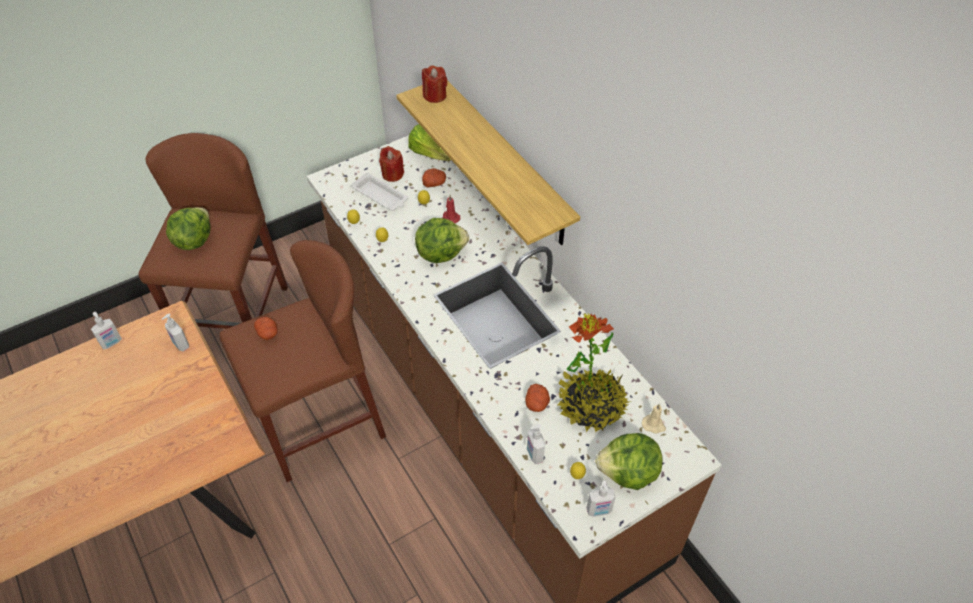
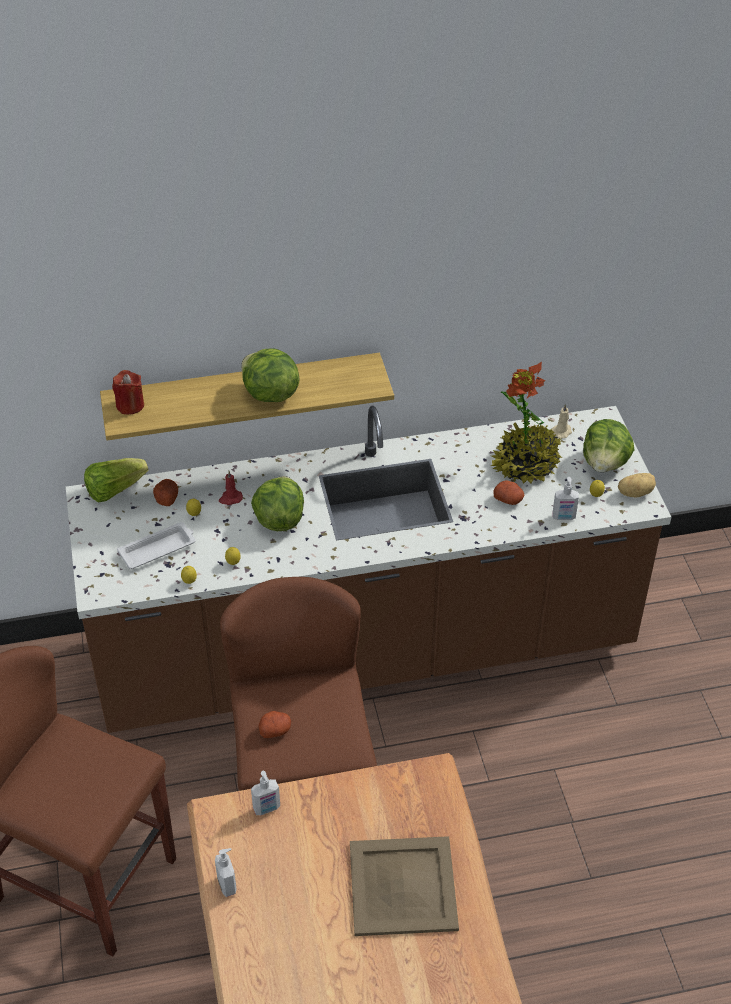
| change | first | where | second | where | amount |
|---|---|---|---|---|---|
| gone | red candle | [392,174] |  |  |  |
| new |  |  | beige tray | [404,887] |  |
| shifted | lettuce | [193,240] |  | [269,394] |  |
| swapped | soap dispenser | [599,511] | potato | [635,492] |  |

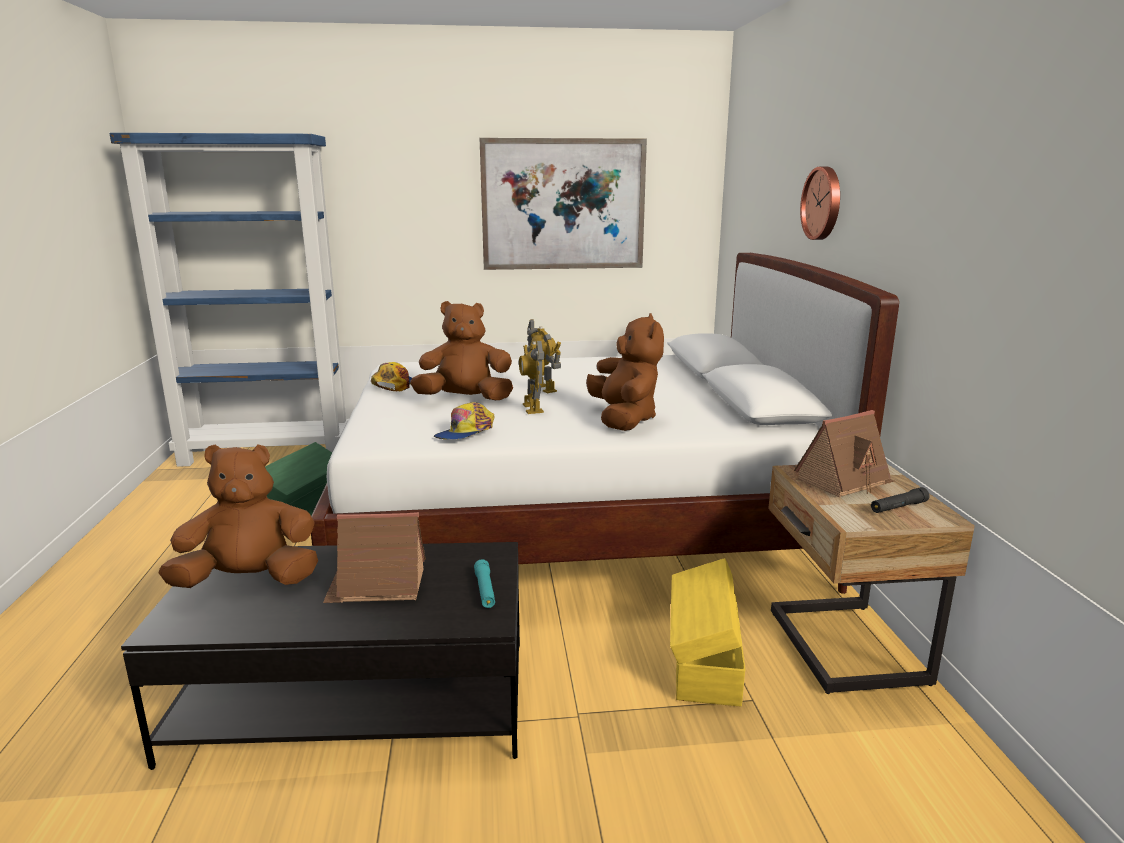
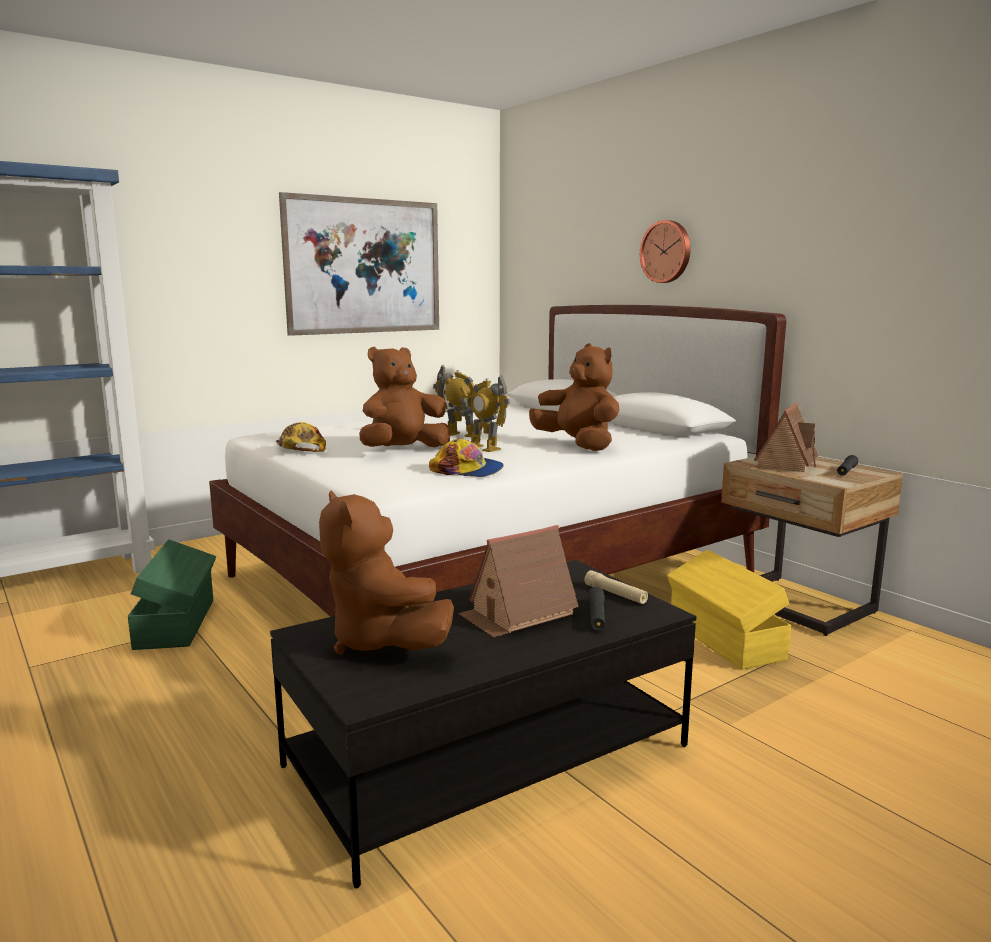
| change | first | where | second | where | amount |
|---|---|---|---|---|---|
| new |  |  | black flashlight | [596,616] |  |
| repainted | turquoise flashlight | [485,590] | beige flashlight | [615,594] |  |
| rotated | brown plush toy | [250,580] |  | [382,641] | 75 degrees counterclockwise |
| rotated | cap | [465,433] |  | [467,470] | 75 degrees counterclockwise |

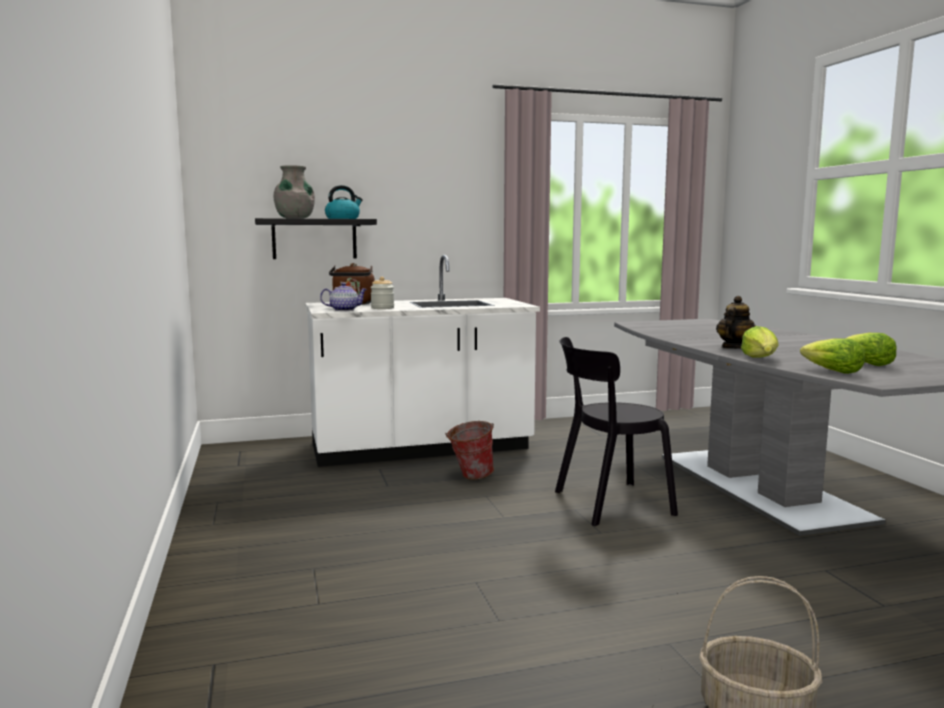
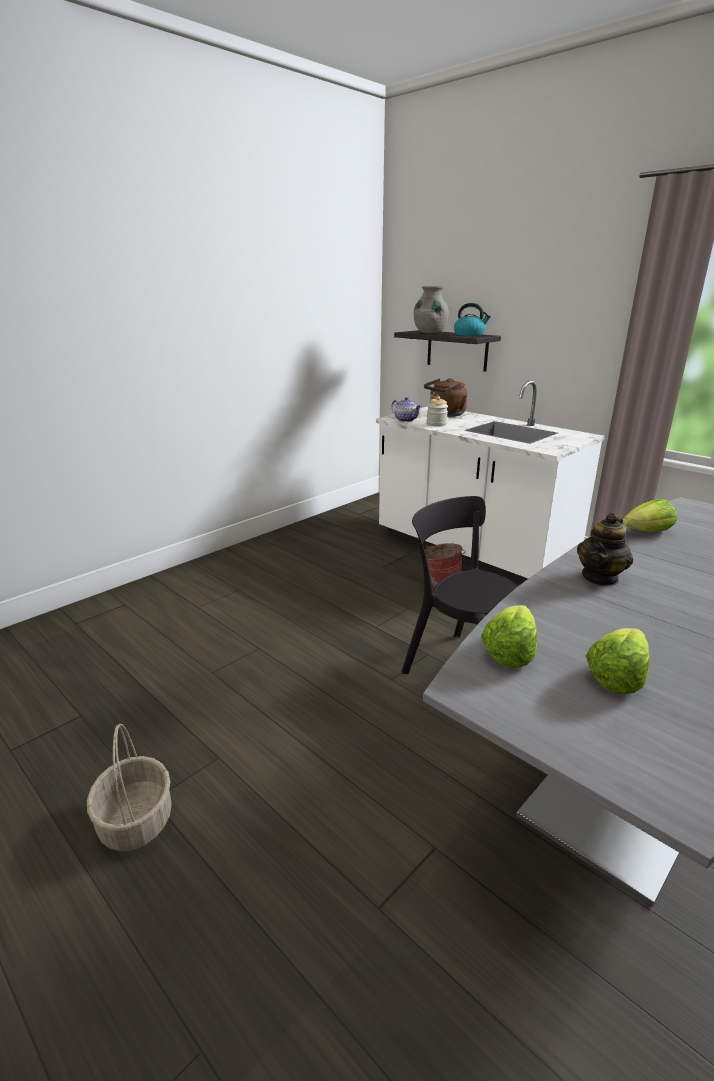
| change | first | where | second | where | amount |
|---|---|---|---|---|---|
| shifted | lettuce | [761,358] |  | [647,532] |  |
| rotated | teapot | [734,348] |  | [600,578] | 120 degrees clockwise |

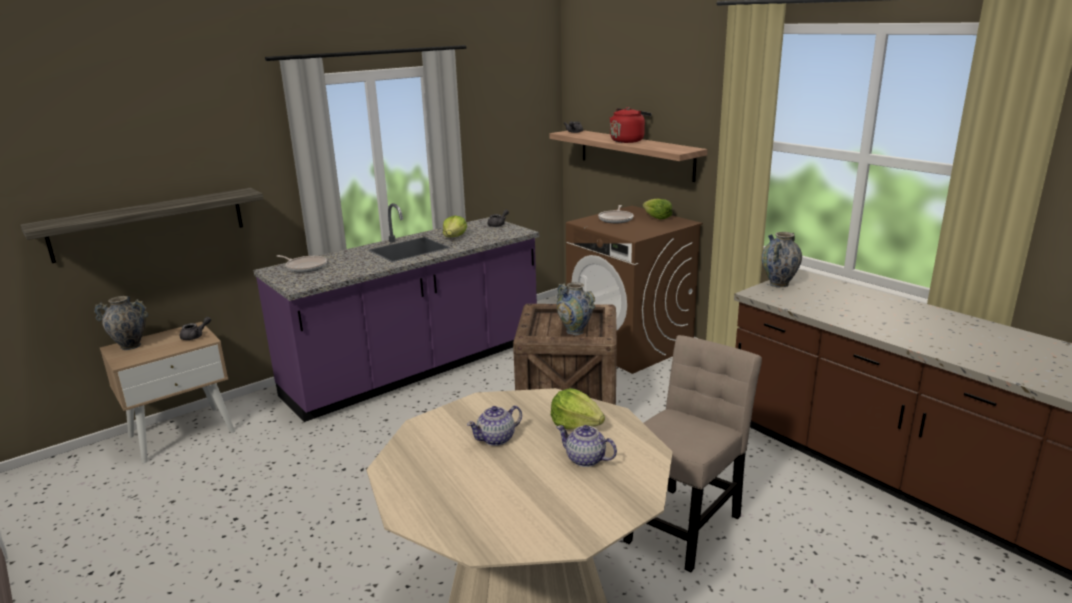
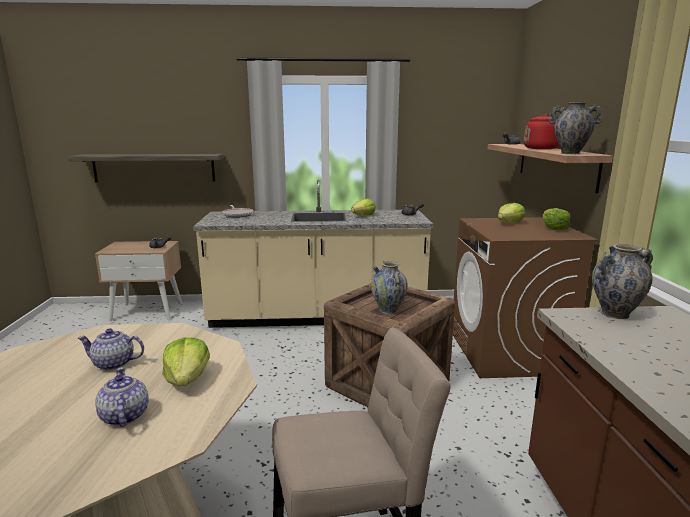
| change | first | where | second | where | amount |
|---|---|---|---|---|---|
| shifted | vase | [130,346] |  | [570,153] |  |
| swapped | frying pan | [616,219] | lettuce | [509,223] |  |
| repainted | purple counter | [416,369] | beige counter | [317,317] |  |

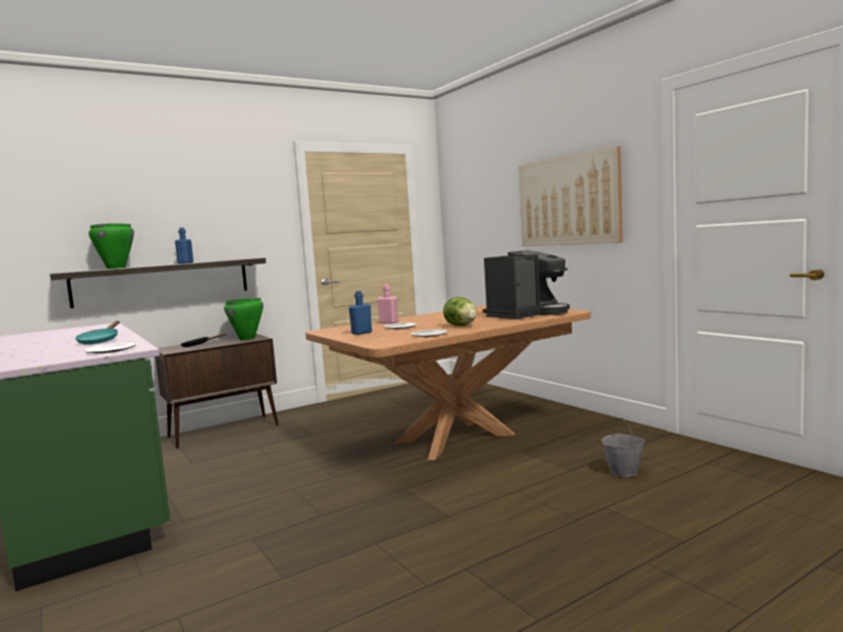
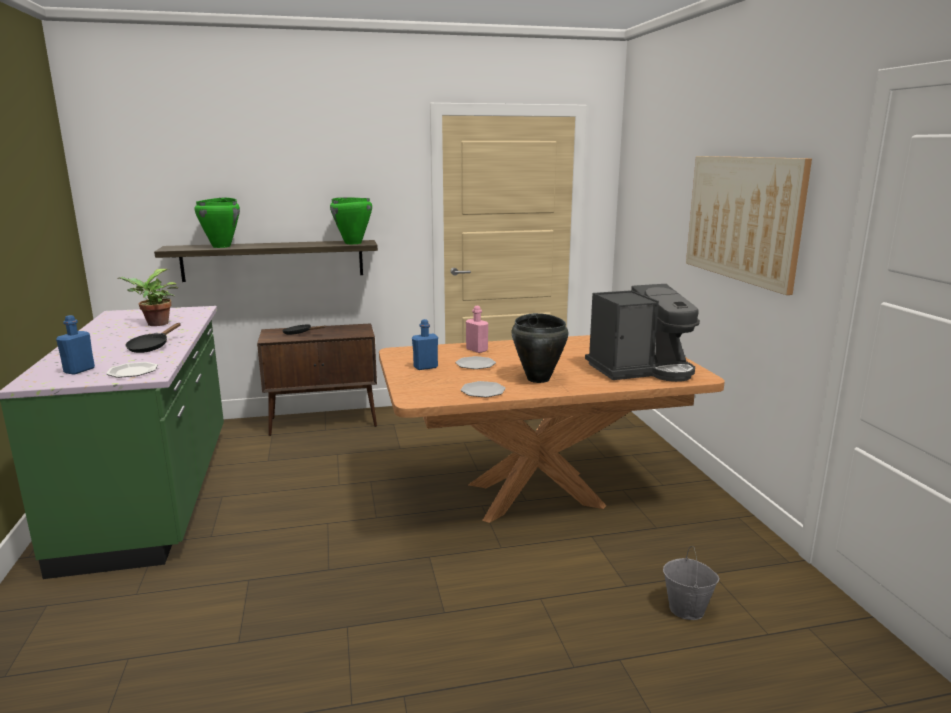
| change | first | where | second | where | amount |
|---|---|---|---|---|---|
| new |  |  | potted plant | [155,324] |  |
| shifted | blue bottle | [185,263] |  | [79,370] |  |
| shifted | green cooking pot | [247,339] |  | [353,243] |  |
| swapped | lettuce | [461,326] | black cooking pot | [538,379] |  |
| repainted | turquoise frying pan | [100,341] | black frying pan | [151,347] |  |

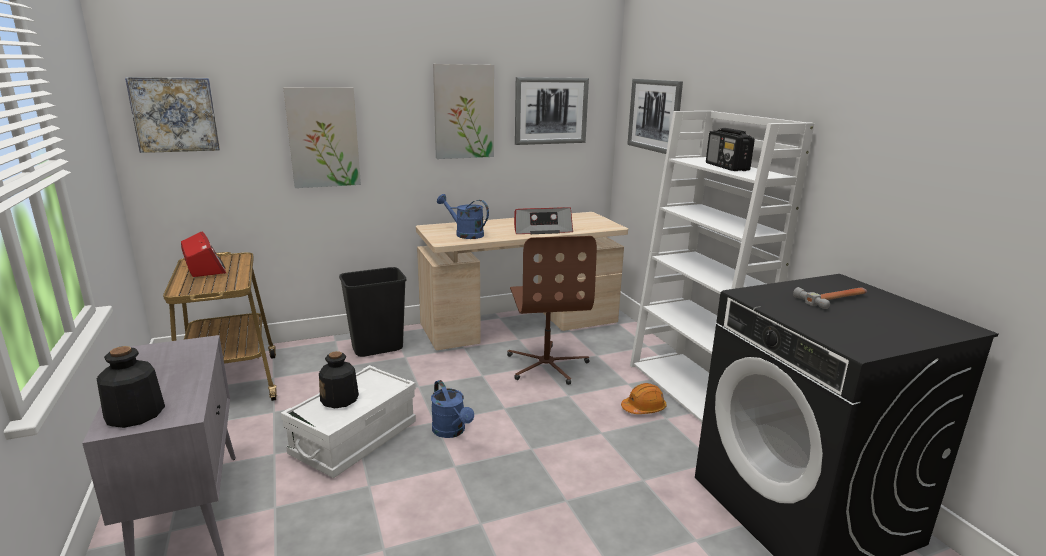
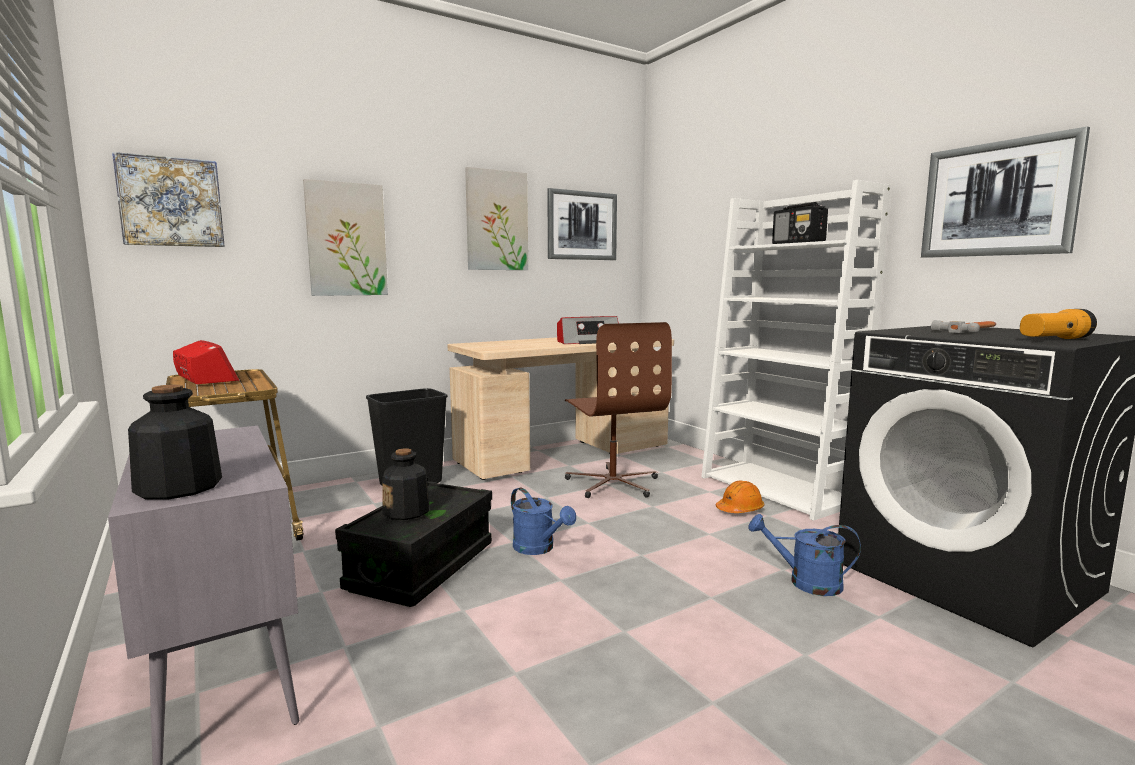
| change | first | where | second | where | amount |
|---|---|---|---|---|---|
| new |  |  | flashlight | [1054,339] |  |
| shifted | blue watering can | [465,234] |  | [805,582] |  |
| shifted | picture | [654,115] |  | [997,199] |  |
| repainted | white storage box | [355,439] | black storage box | [422,567] |  |

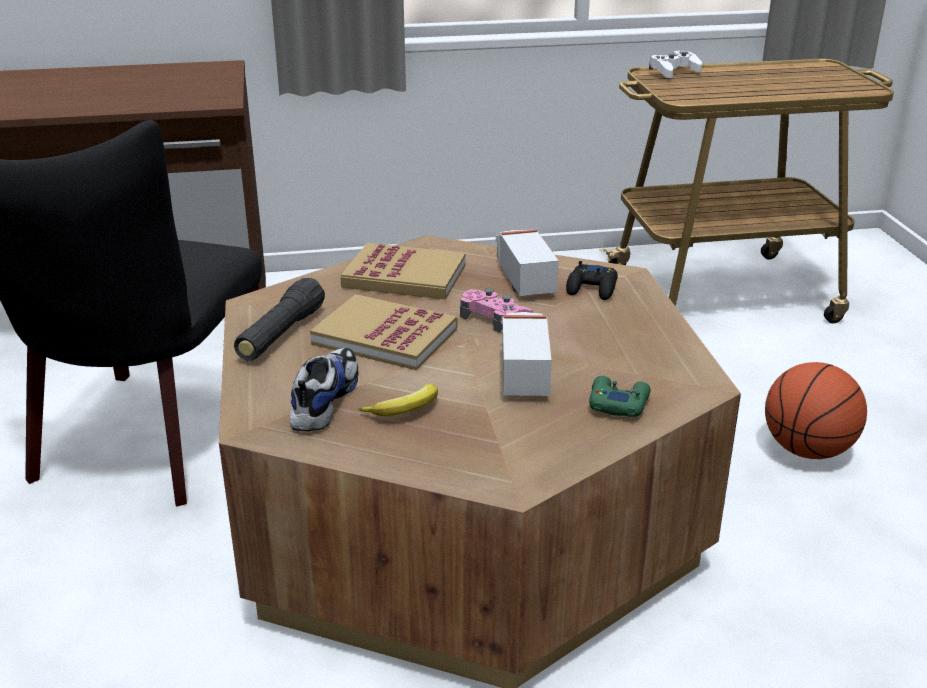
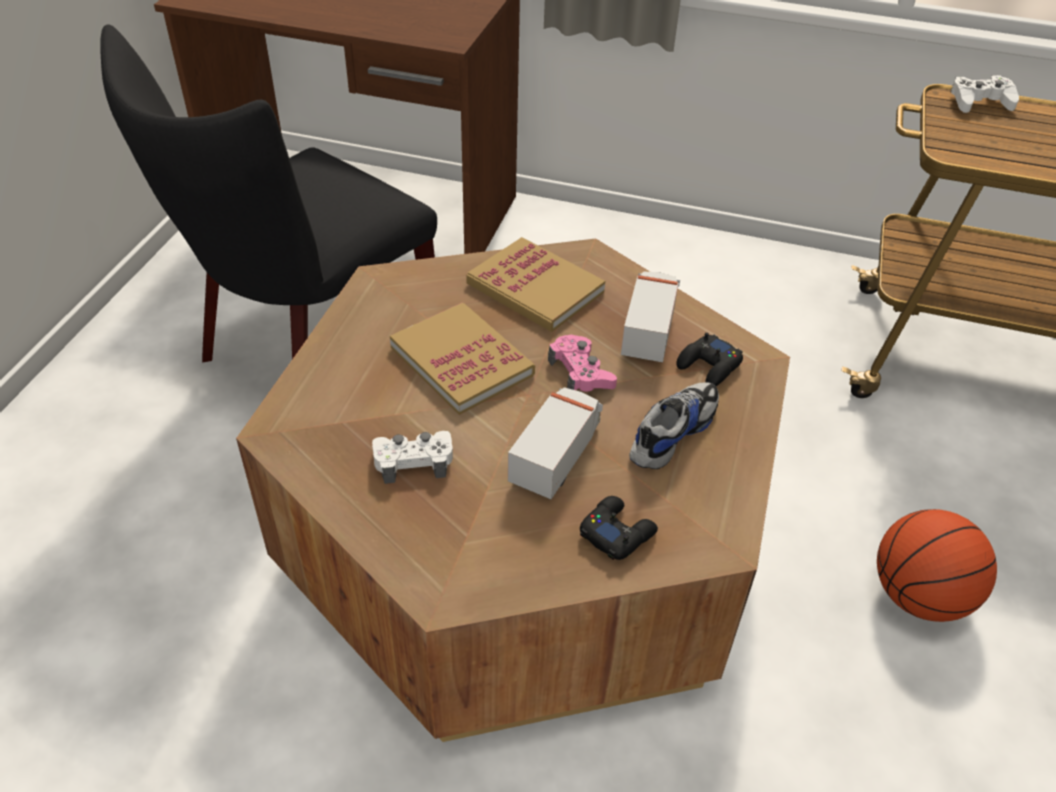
| change | first | where | second | where | amount |
|---|---|---|---|---|---|
| gone | black flashlight | [281,334] |  |  |  |
| shifted | shoe | [323,400] |  | [672,432] |  |
| swapped | banana | [405,410] | white game controller | [413,461] |  |
| repainted | green game controller | [618,403] | black game controller | [617,532] |  |

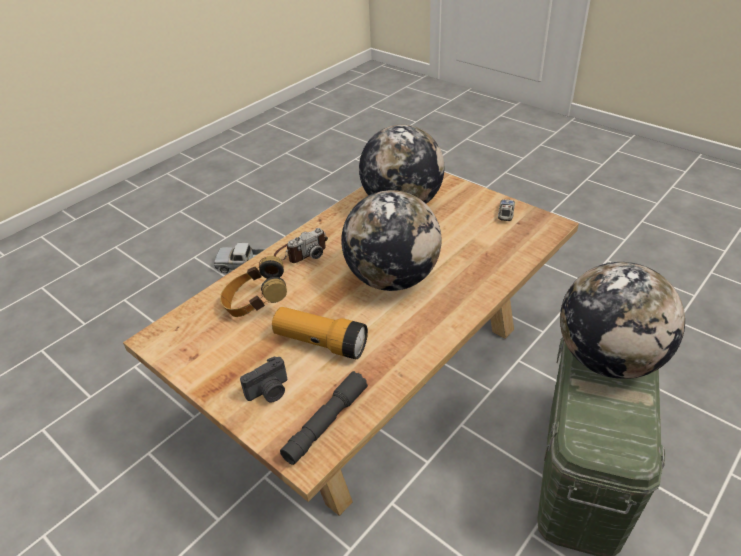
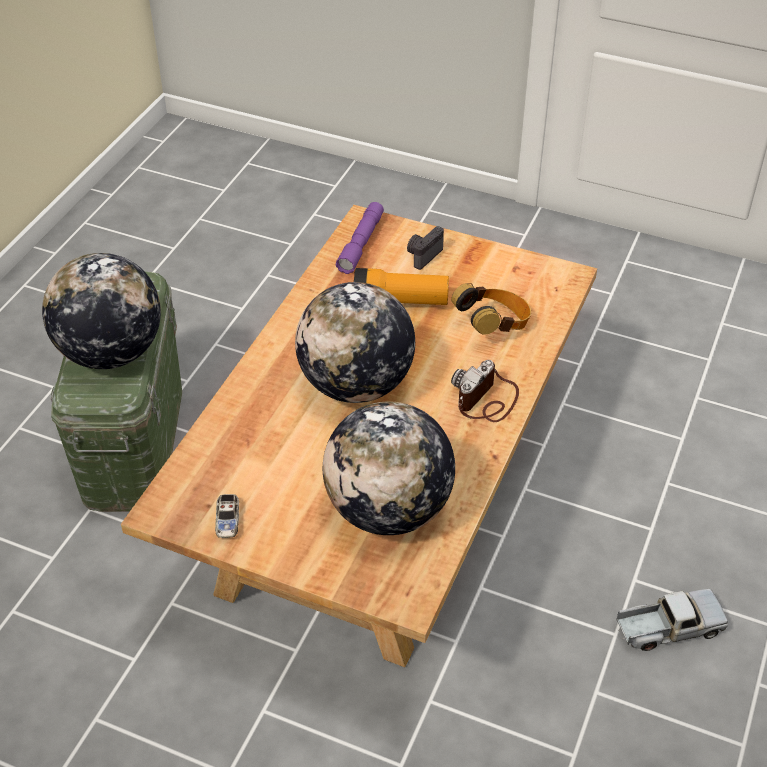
| change | first | where | second | where | amount |
|---|---|---|---|---|---|
| repainted | grey flashlight | [326,423] | purple flashlight | [361,244] |  |

